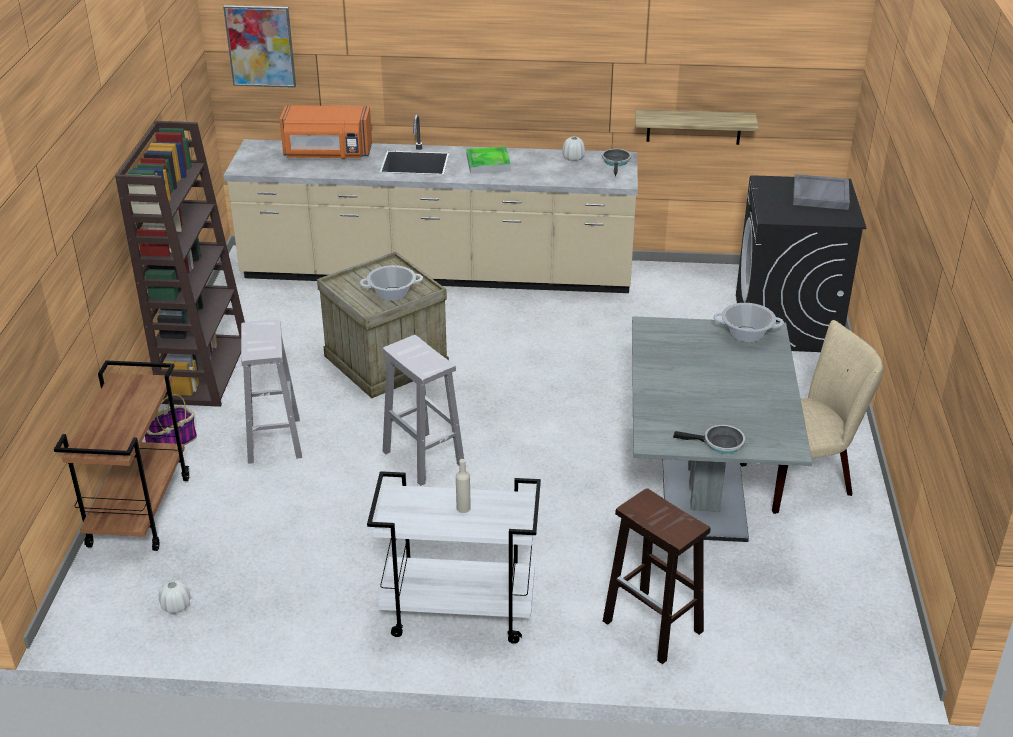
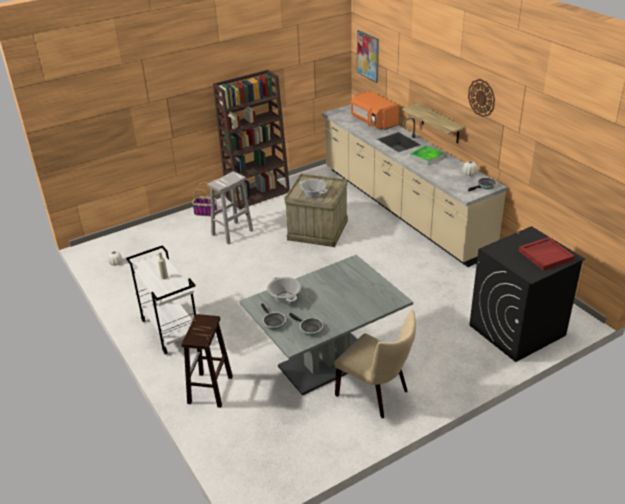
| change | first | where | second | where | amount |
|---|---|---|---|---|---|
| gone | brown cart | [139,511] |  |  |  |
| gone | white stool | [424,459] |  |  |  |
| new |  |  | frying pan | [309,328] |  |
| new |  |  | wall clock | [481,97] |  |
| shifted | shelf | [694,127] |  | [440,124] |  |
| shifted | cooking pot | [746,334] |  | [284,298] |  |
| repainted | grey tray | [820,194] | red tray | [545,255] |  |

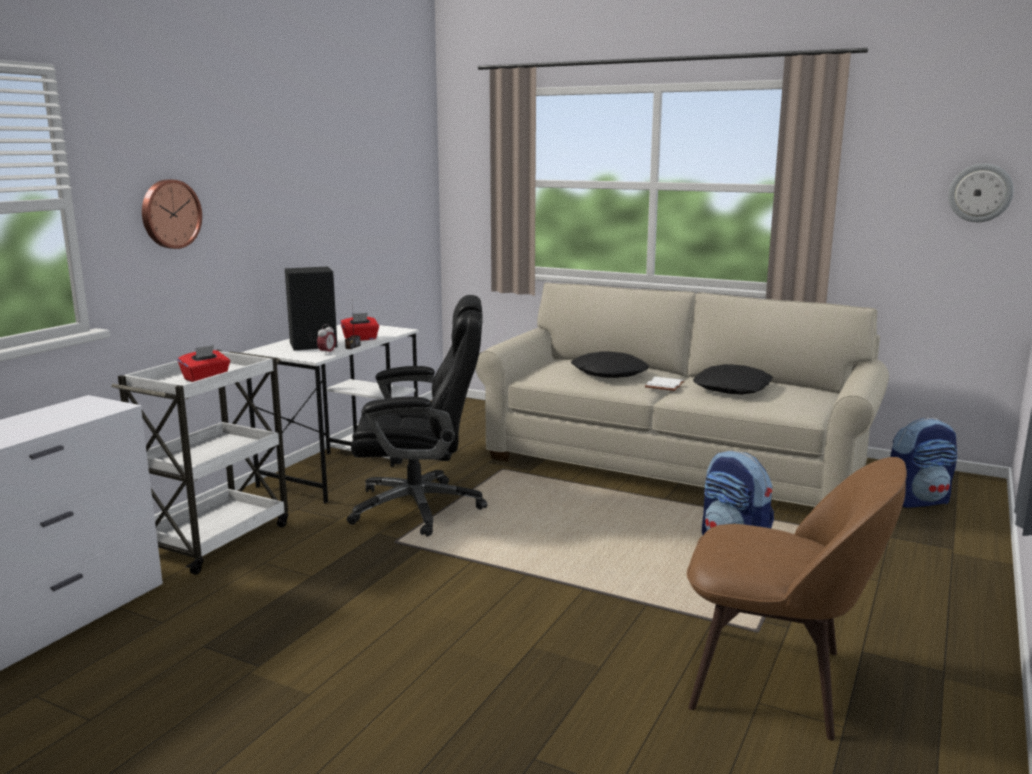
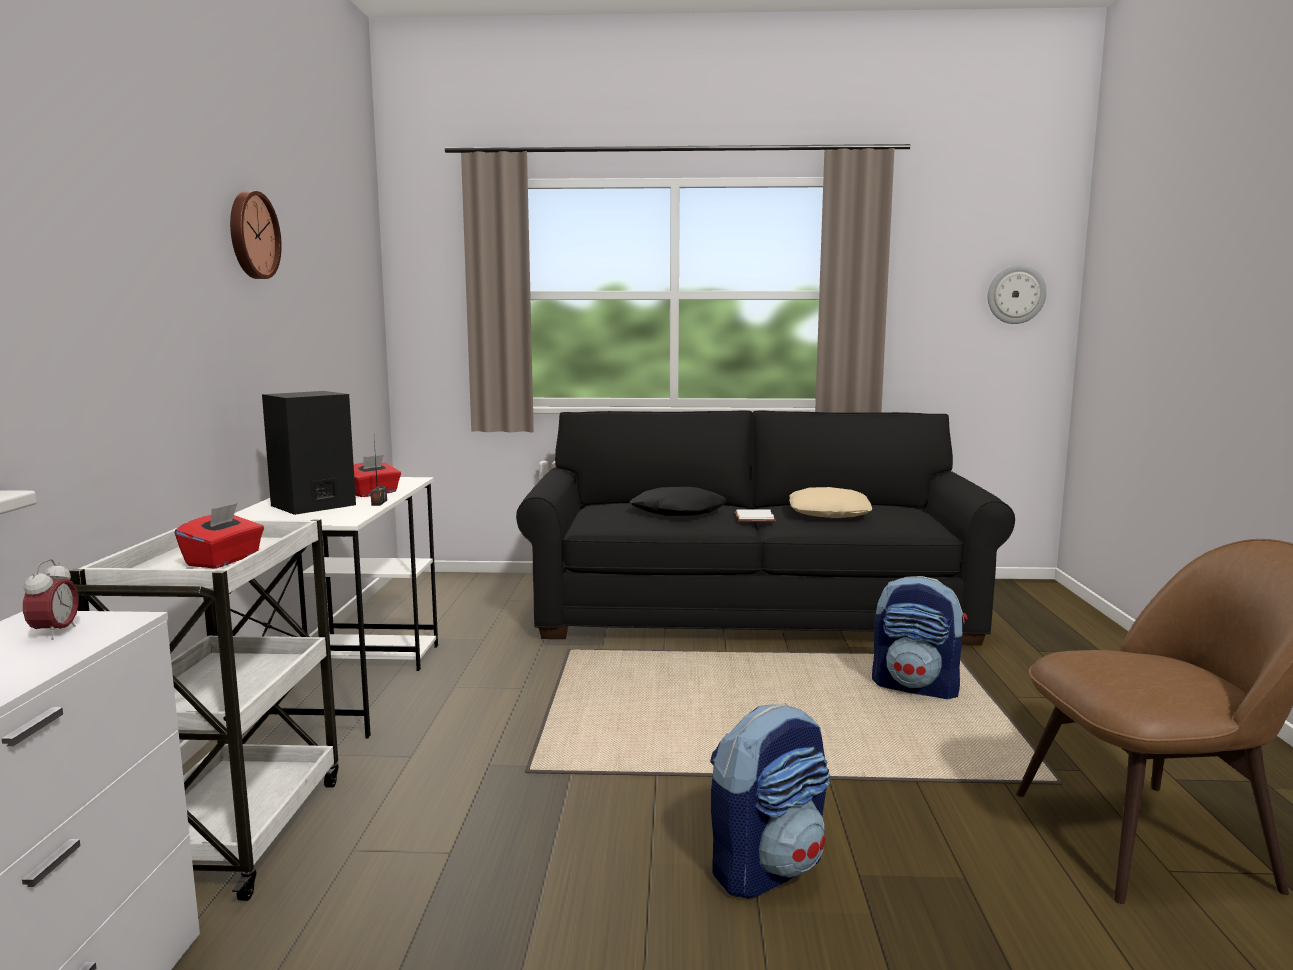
| change | first | where | second | where | amount |
|---|---|---|---|---|---|
| gone | black office chair | [420,507] |  |  |  |
| shifted | wall clock | [169,214] |  | [251,235] |  |
| shifted | alarm clock | [327,353] |  | [55,633] |  |
| shifted | backpack | [918,501] |  | [767,867] |  |
| repainted | beige sofa | [674,463] | black sofa | [753,611] |  |
| repainted | black pillow | [733,388] | beige pillow | [829,513] |  |

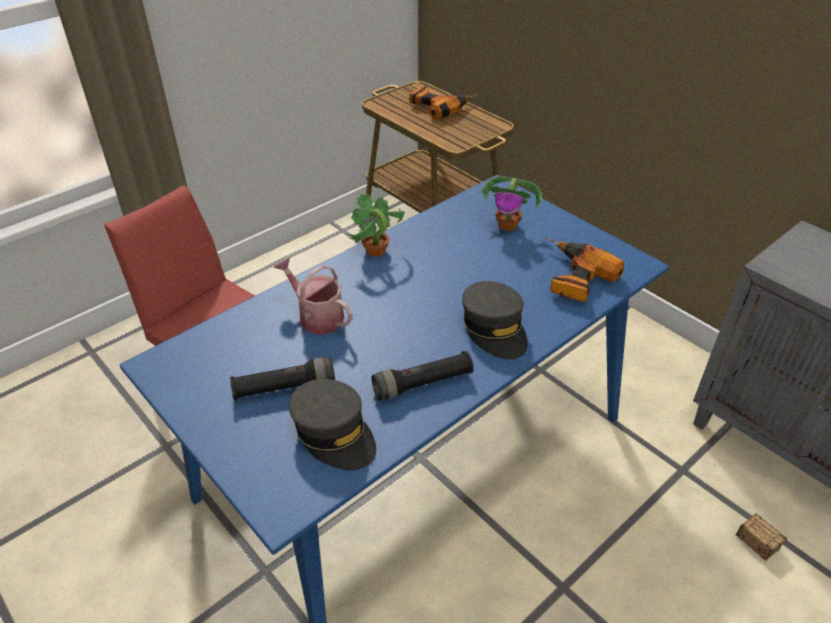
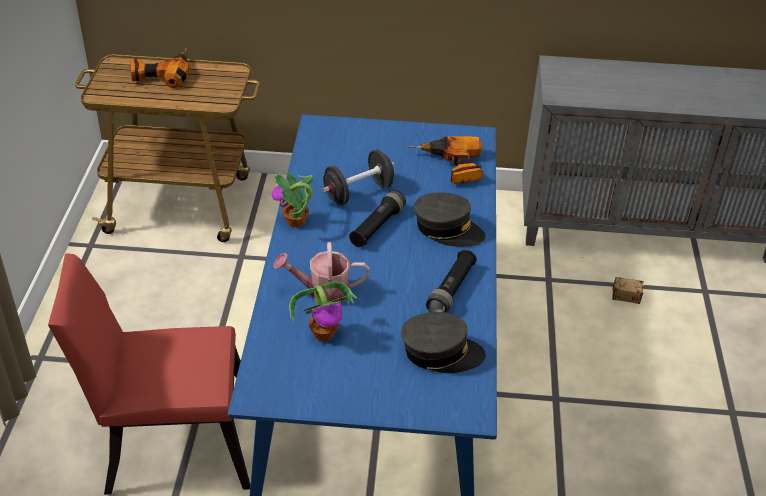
| change | first | where | second | where | amount |
|---|---|---|---|---|---|
| new |  |  | black dumbbell | [358,192] |  |
| shifted | black flashlight | [284,388] |  | [377,226] |  |
| shifted | potted plant | [508,225] |  | [324,333] |  |

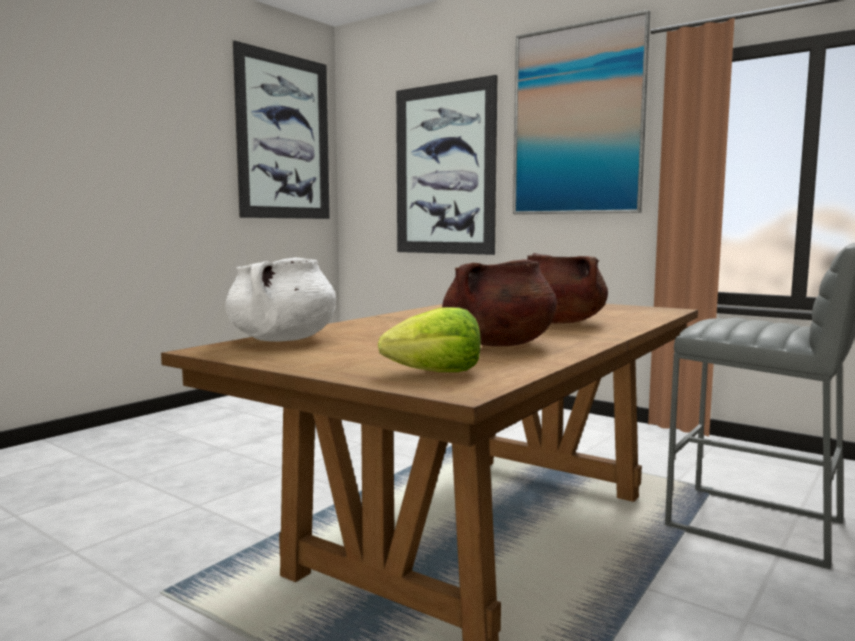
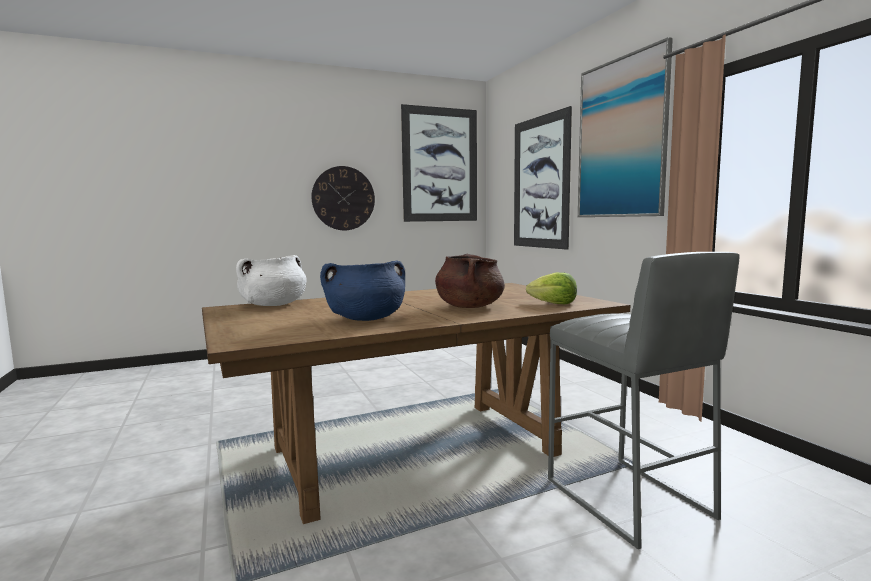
| change | first | where | second | where | amount |
|---|---|---|---|---|---|
| new |  |  | wall clock | [343,198] |  |
| shifted | lettuce | [436,373] |  | [553,303] |  |
| repainted | brown cooking pot | [498,344] | blue cooking pot | [366,319] |  |

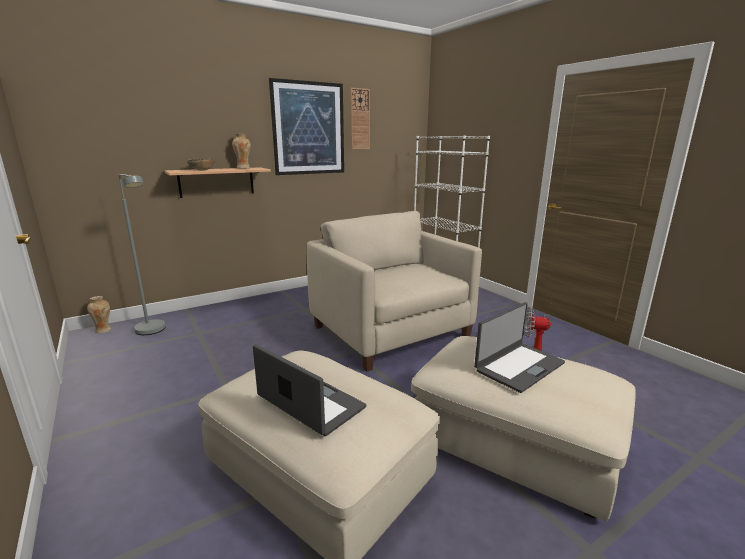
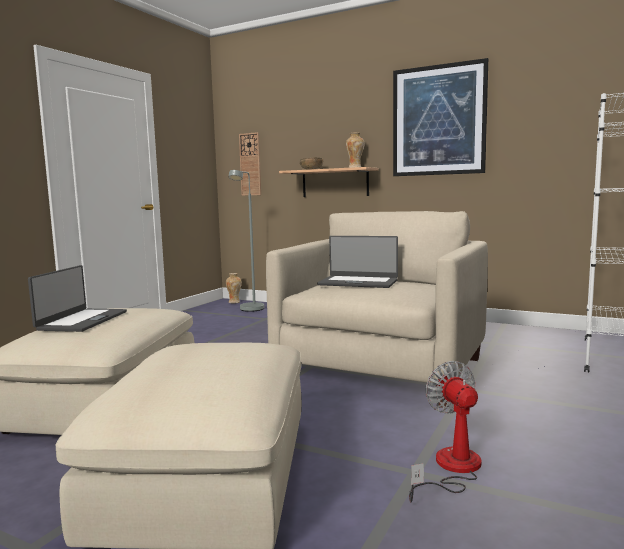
| change | first | where | second | where | amount |
|---|---|---|---|---|---|
| shifted | wall clock | [359,119] |  | [250,164] |  |
| shifted | laptop | [518,366] |  | [358,282] |  |

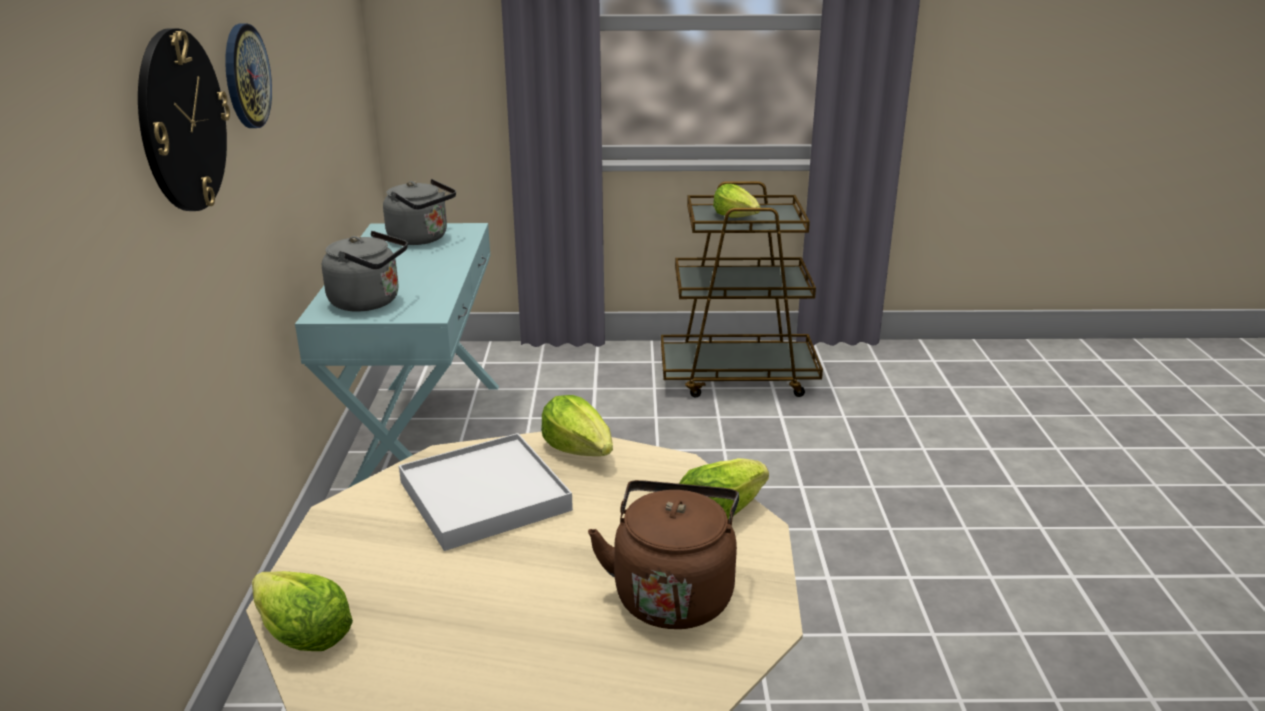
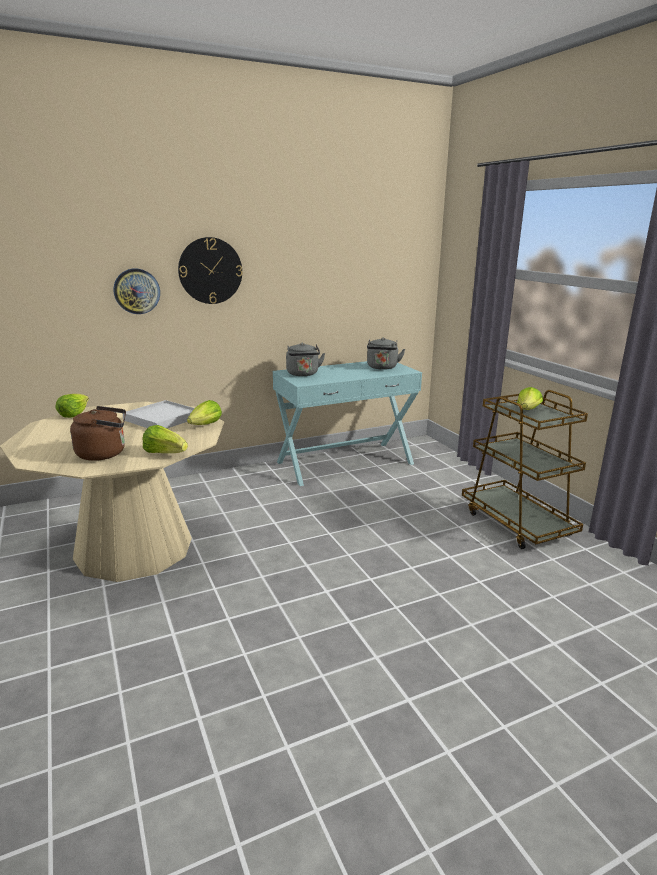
| change | first | where | second | where | amount |
|---|---|---|---|---|---|
| shifted | wall clock | [246,76] |  | [137,291] |  |

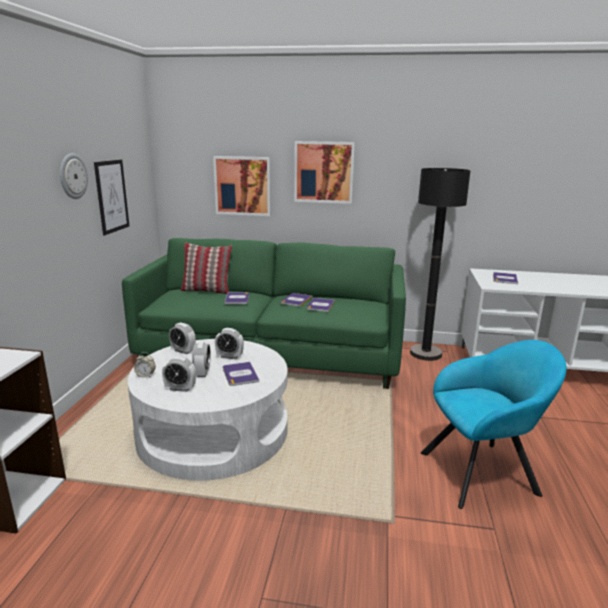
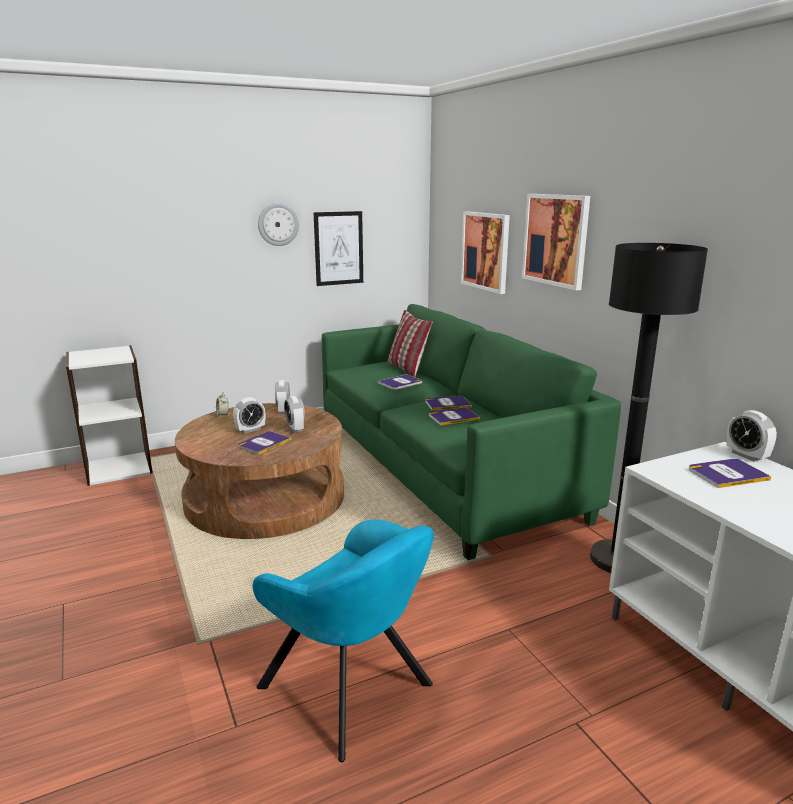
| change | first | where | second | where | amount |
|---|---|---|---|---|---|
| shifted | alarm clock | [180,388] |  | [746,455] |  |
| repainted | white coffee table | [213,431] | brown coffee table | [265,497] |  |

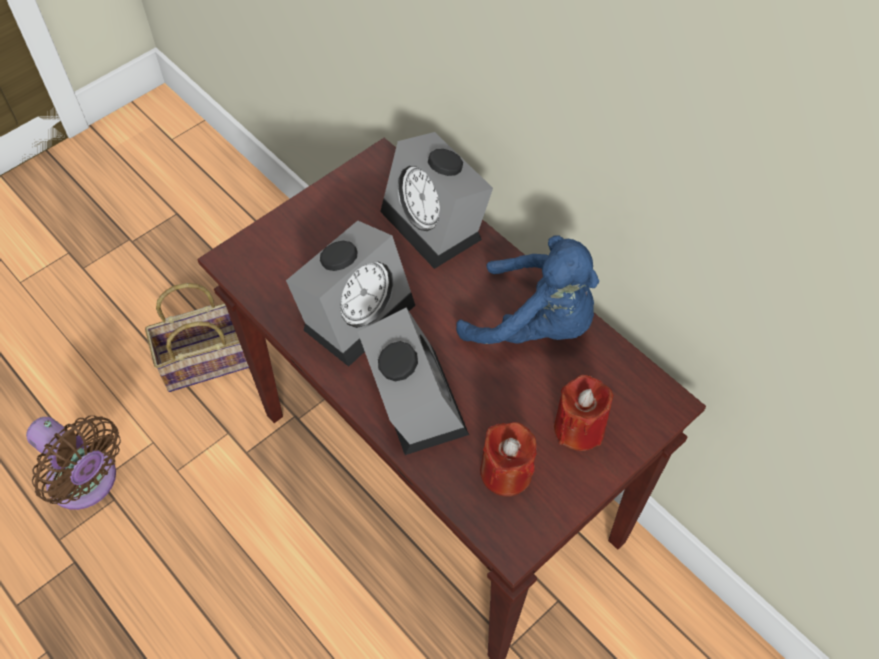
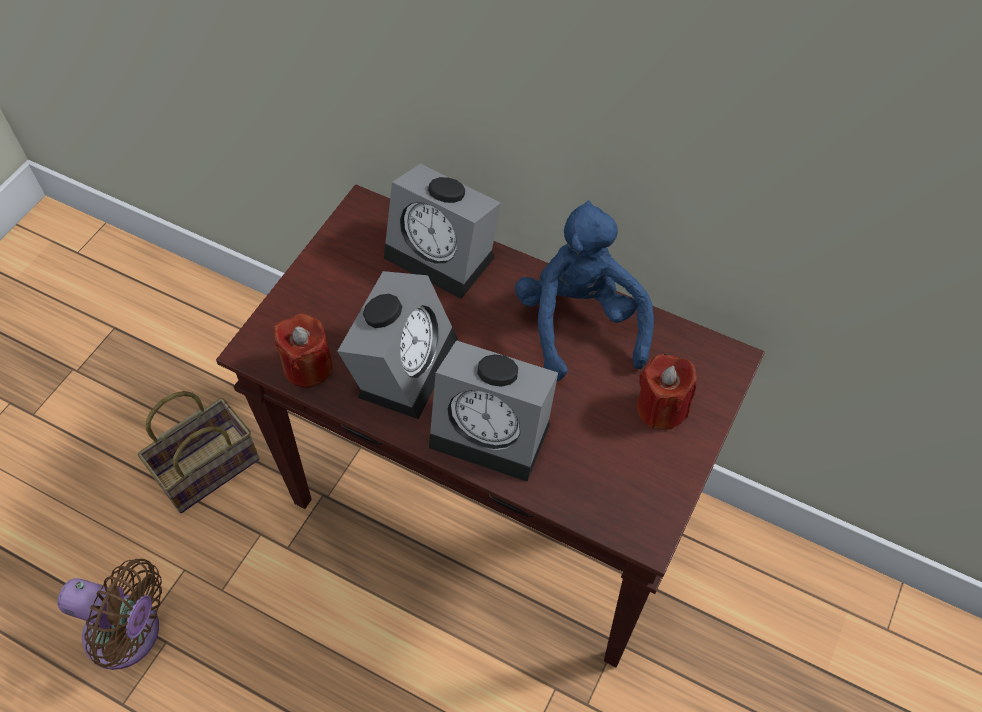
| change | first | where | second | where | amount |
|---|---|---|---|---|---|
| shifted | red candle | [506,472] |  | [308,367] |  |
| rotated | alarm clock | [413,400] |  | [495,431] | 150 degrees clockwise |
| rotated | blue plush toy | [535,324] |  | [580,323] | 105 degrees counterclockwise |

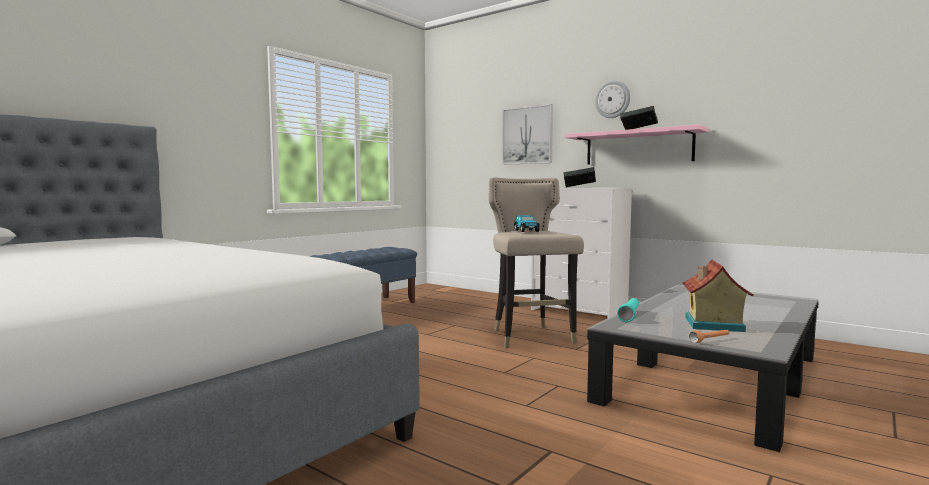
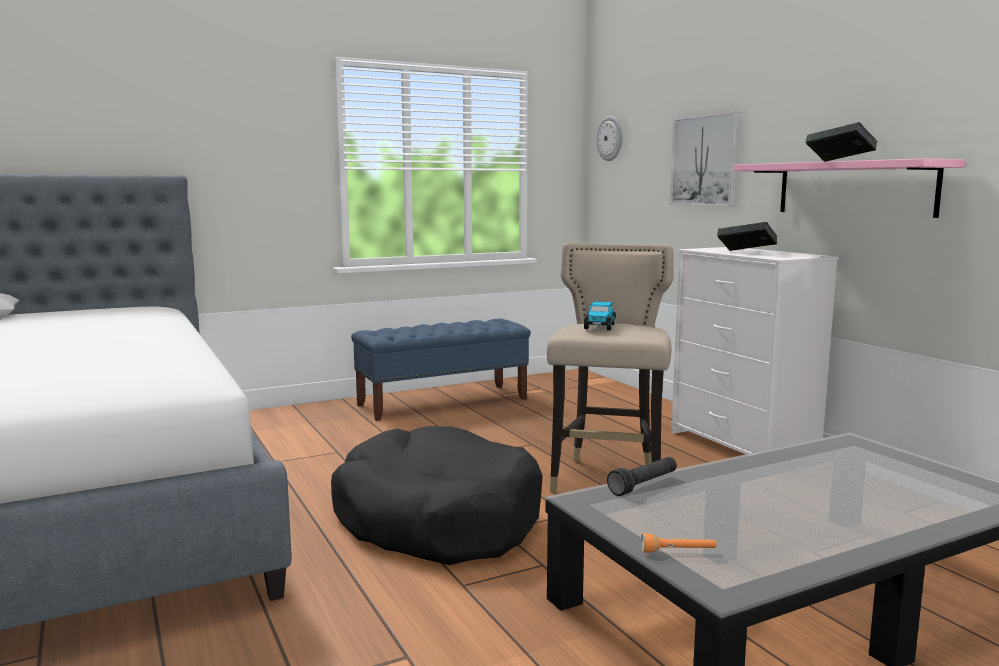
| change | first | where | second | where | amount |
|---|---|---|---|---|---|
| gone | toy house | [712,324] |  |  |  |
| new |  |  | black dog bed | [437,520] |  |
| shifted | wall clock | [612,99] |  | [610,138] |  |
| repainted | turquoise flashlight | [629,316] | black flashlight | [644,485] |  |

